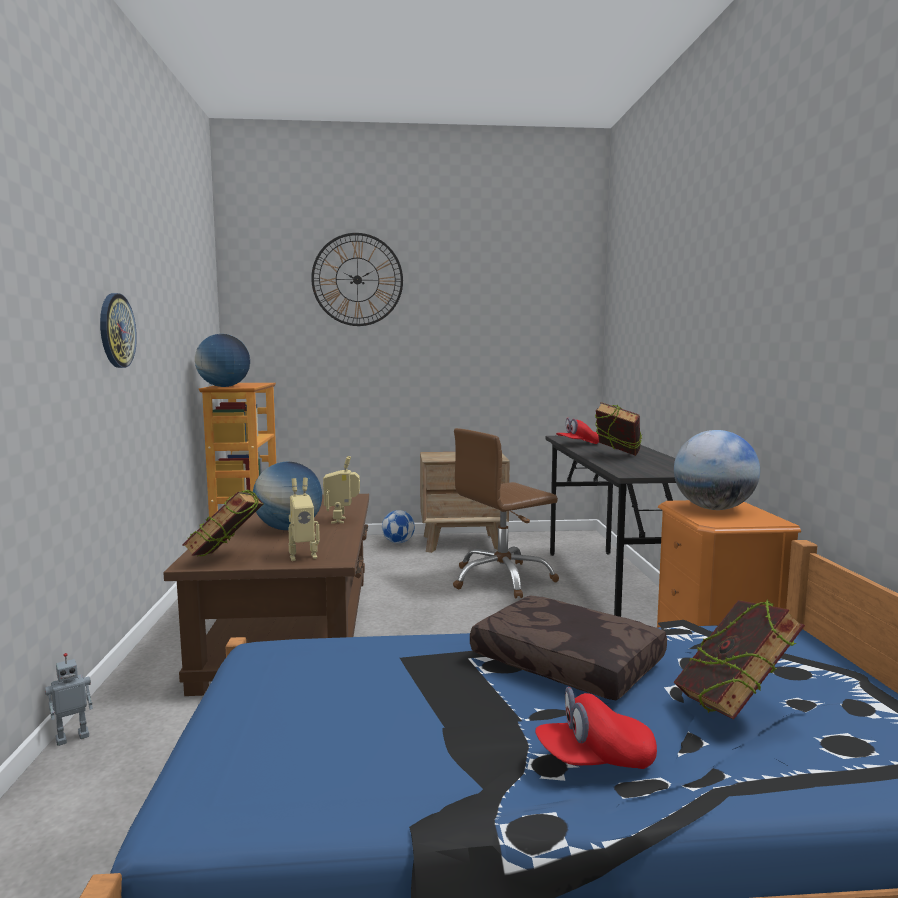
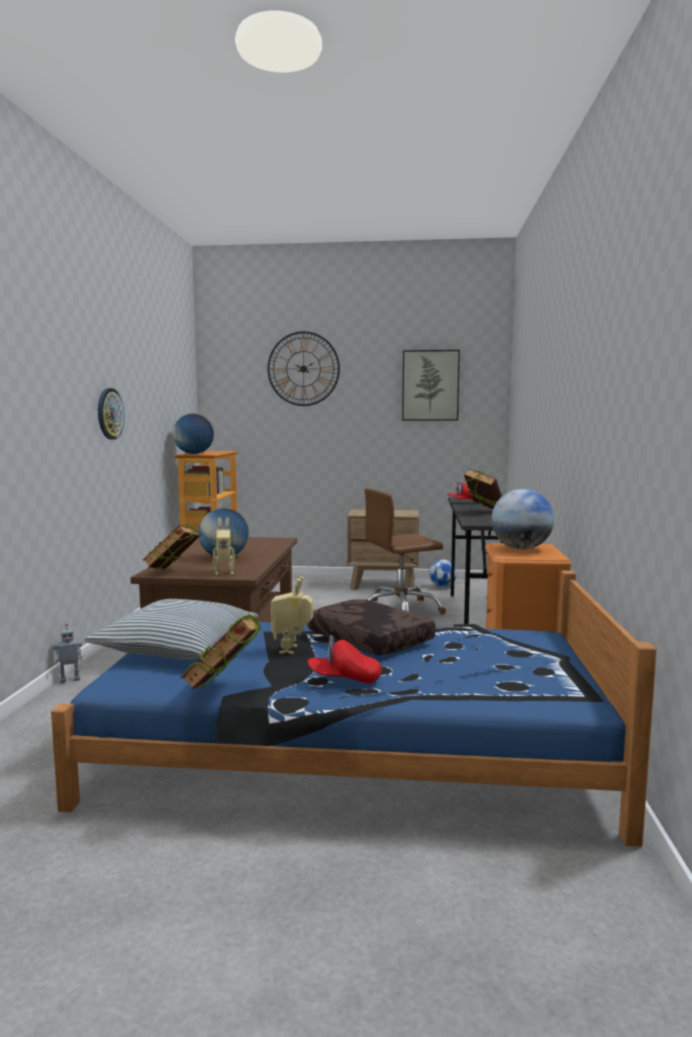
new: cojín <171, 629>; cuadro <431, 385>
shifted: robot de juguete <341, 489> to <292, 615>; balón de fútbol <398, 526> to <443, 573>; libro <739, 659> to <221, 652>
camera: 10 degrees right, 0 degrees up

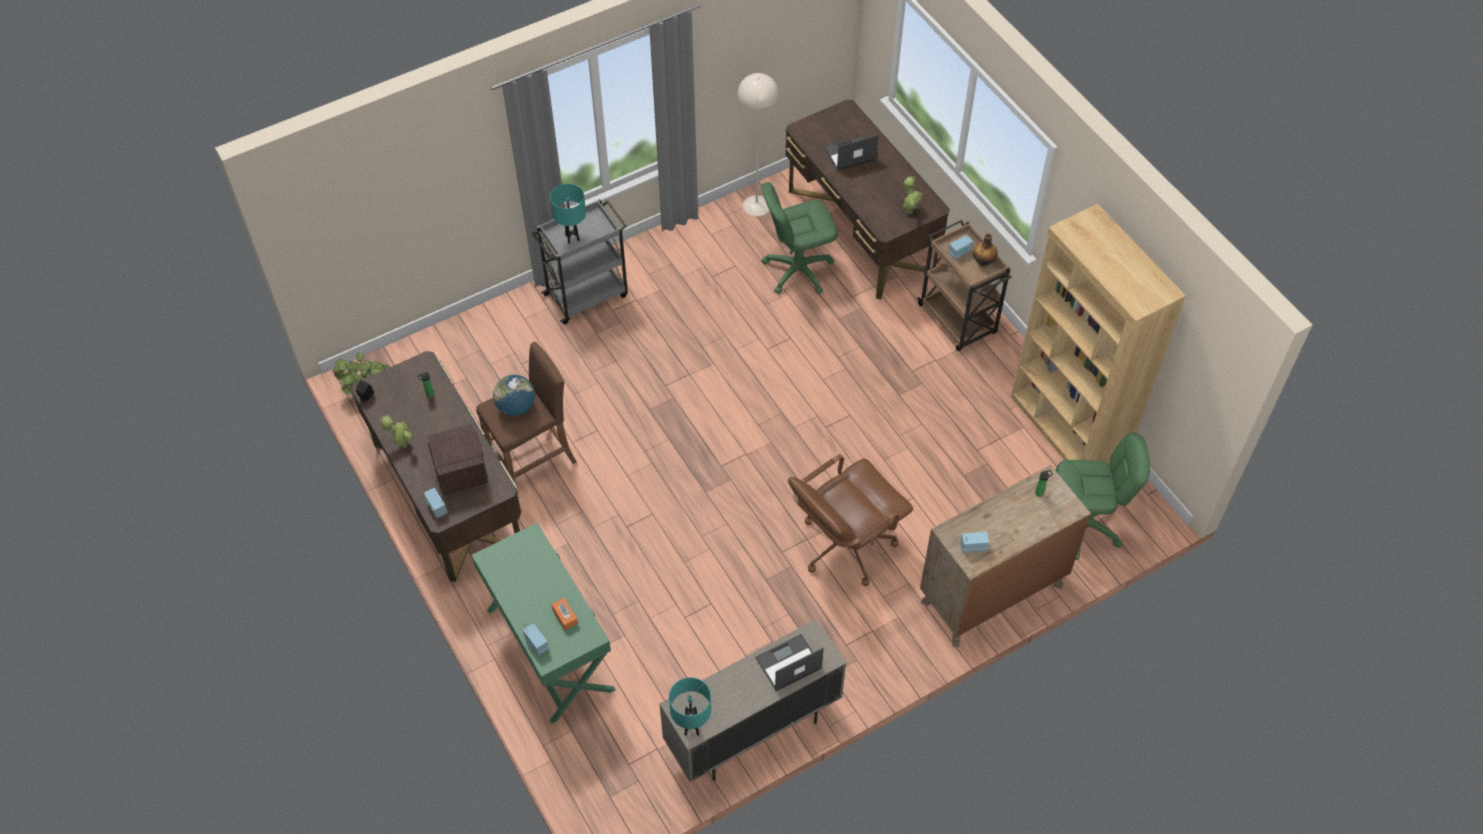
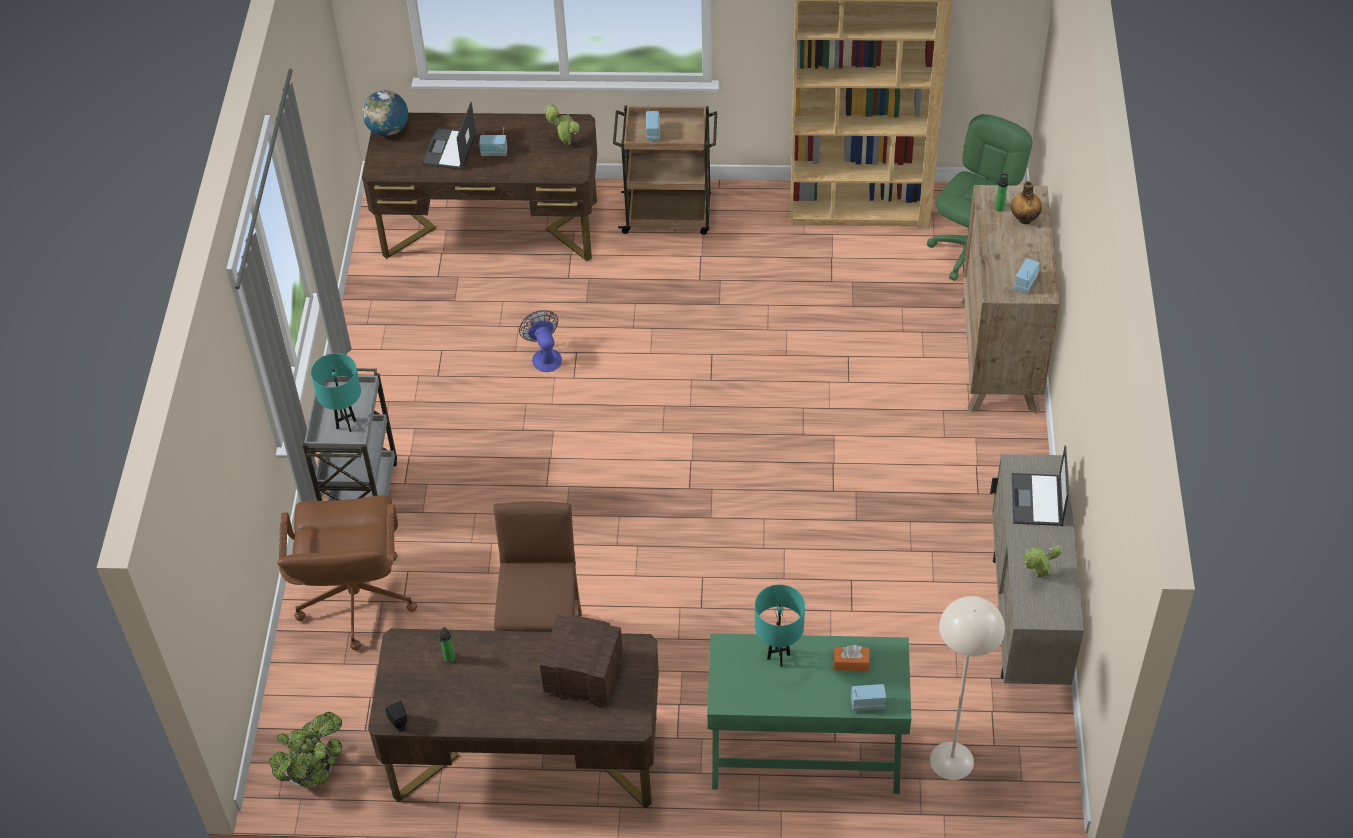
gone: silla de oficina/verde <799, 238>
new: ventilador <540, 341>
shifted: planta en maceta <396, 431> to <1043, 561>; radio <435, 503> to <493, 141>; globo terráqueo <514, 395> to <385, 113>; lámpara de mesa/turquesa <690, 706> to <780, 625>; lámpara de pie/beis <758, 144> to <967, 688>; silla de oficina/marrón <850, 520> to <347, 573>; botella <985, 249> to <1026, 202>
camera: 55 degrees left, 5 degrees down

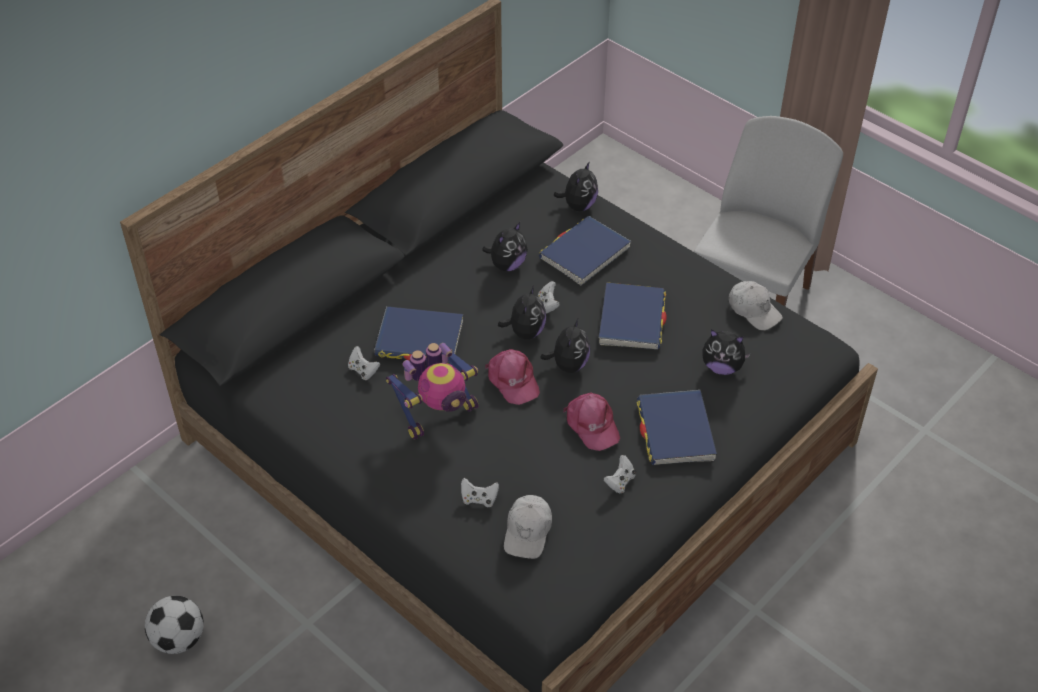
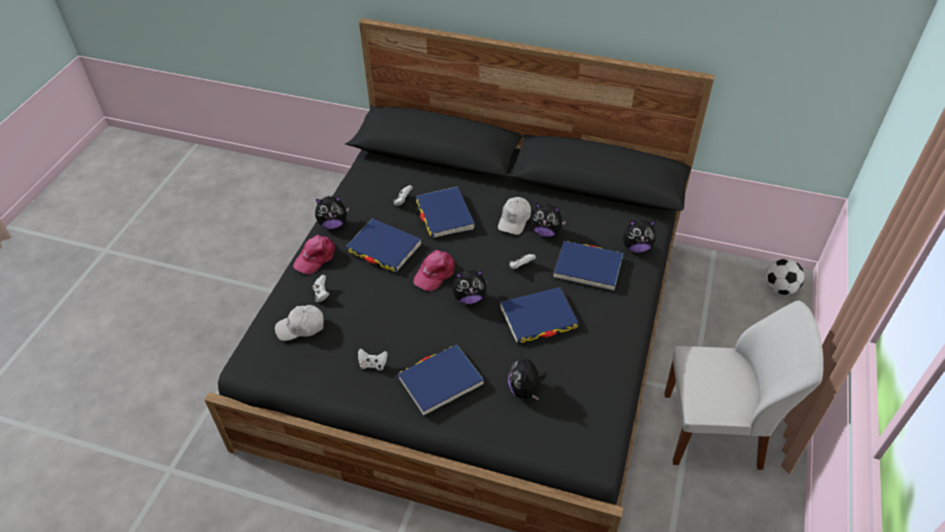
shifted: balón de fútbol <174, 625> to <785, 277>; peluche <522, 313> to <332, 212>; gorra/rosa <591, 422> to <314, 254>; gorra/blanco <756, 306> to <514, 216>
swapped: robot de juguete <432, 391> to libro/azul <383, 245>
camera: 65 degrees right, 0 degrees up

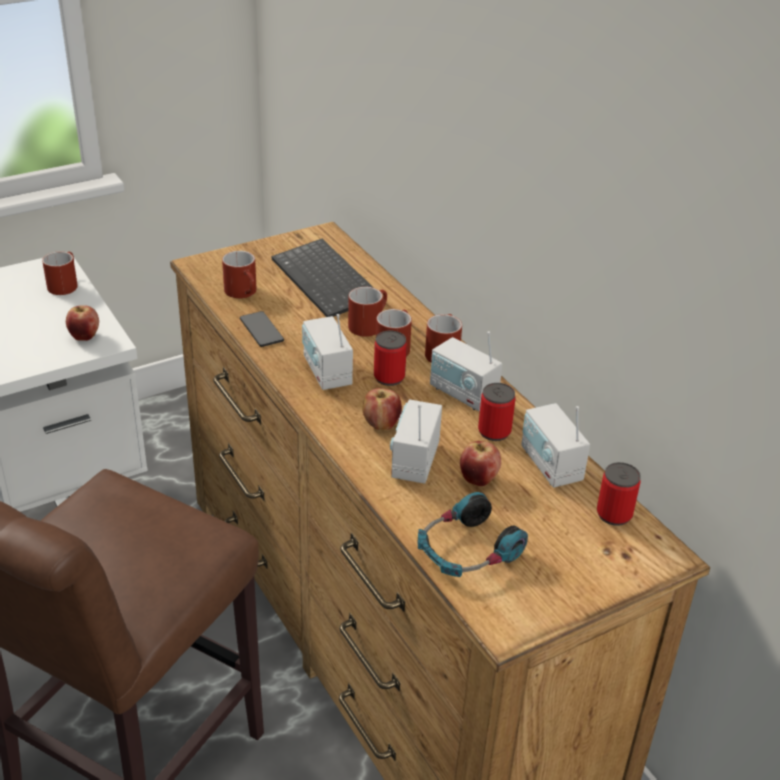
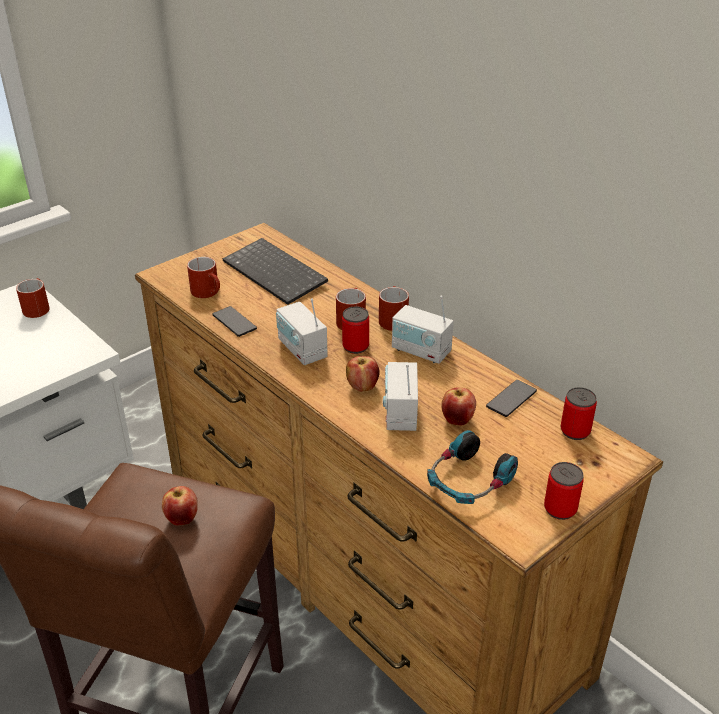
gone: taza grande/rojo <367, 312>
shifted: manzana <82, 323> to <180, 505>; lata <496, 412> to <564, 491>
swapped: radio <555, 445> to móvil <511, 398>
camera: 10 degrees left, 0 degrees up

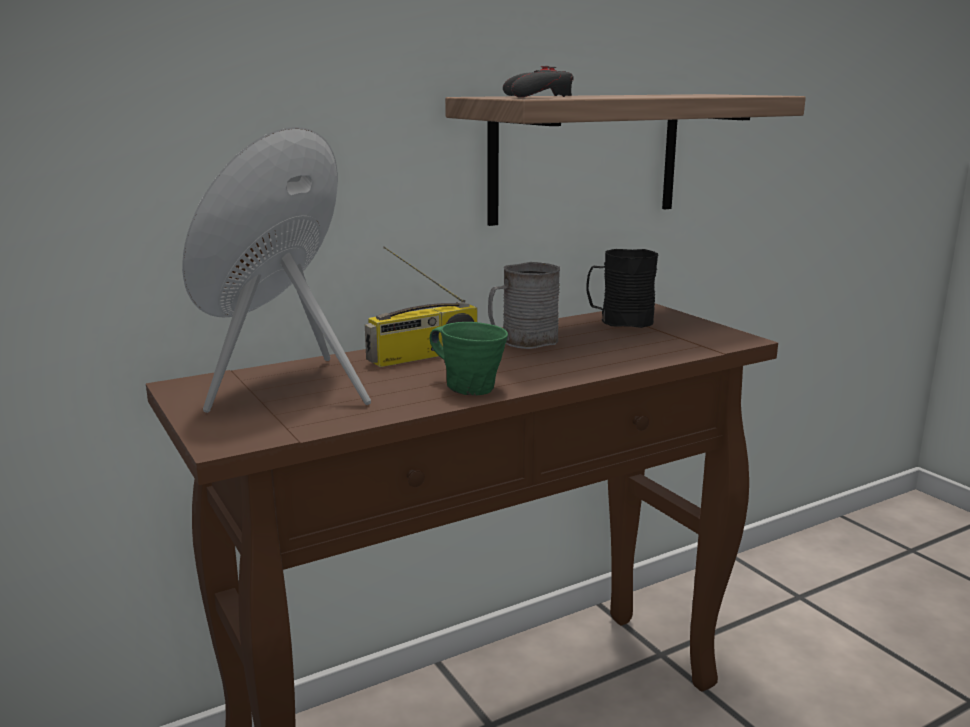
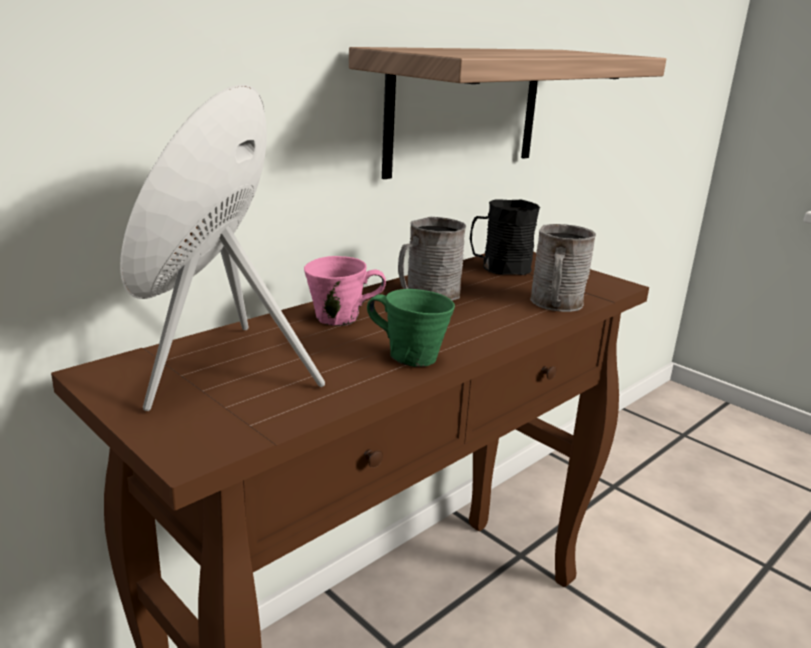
gone: mando de consola/gris <538, 81>
new: taza grande/gris <563, 268>
swapped: radio <421, 306> to taza grande/rosa <345, 291>
camera: 15 degrees left, 5 degrees up

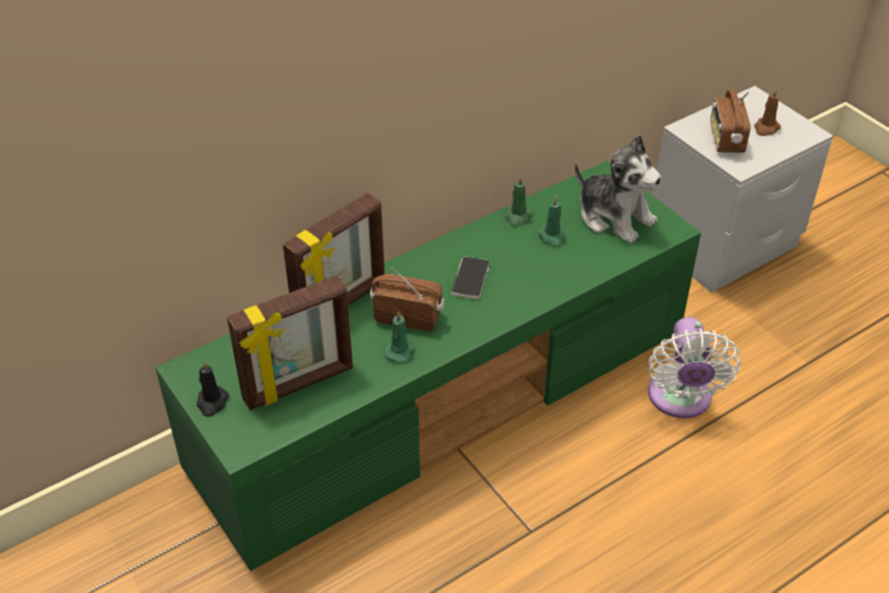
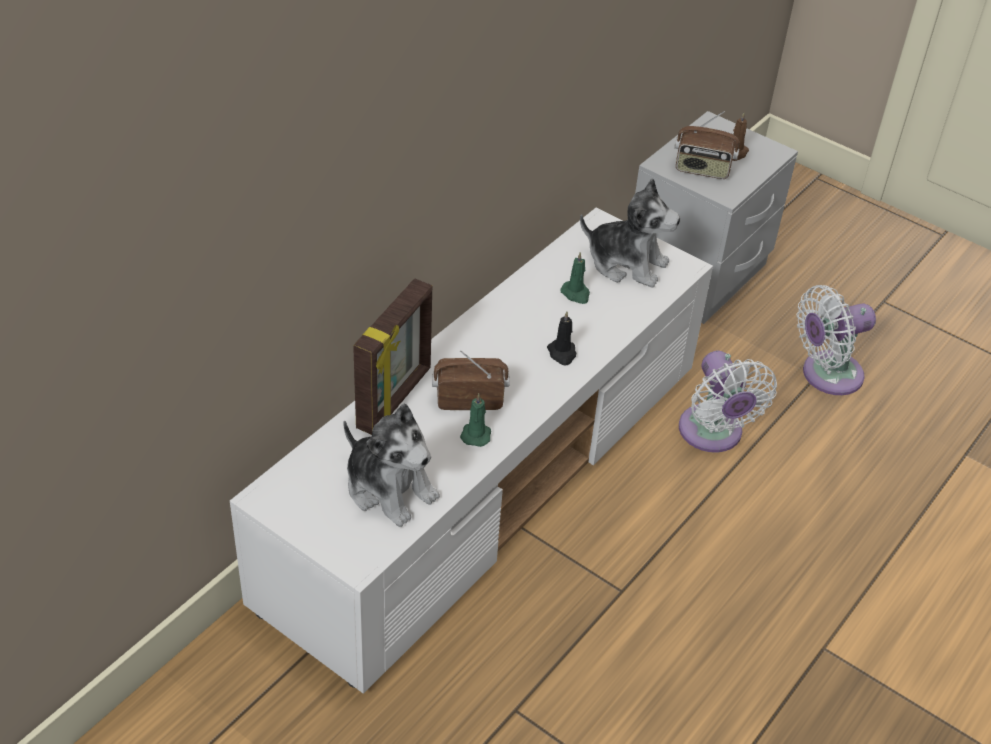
gone: móvil <470, 277>; vela/verde <518, 201>
new: ventilador/blanco <836, 340>
shifted: vela/negro <213, 389> to <561, 338>
swapped: portarretratos <290, 342> to peluche <392, 465>
repainted: mueble de televisión/verde <428, 365> to mueble de televisión/blanco <471, 450>
rotated: radio <730, 121> = <706, 145> 60 degrees counterclockwise
camera: 20 degrees left, 0 degrees up

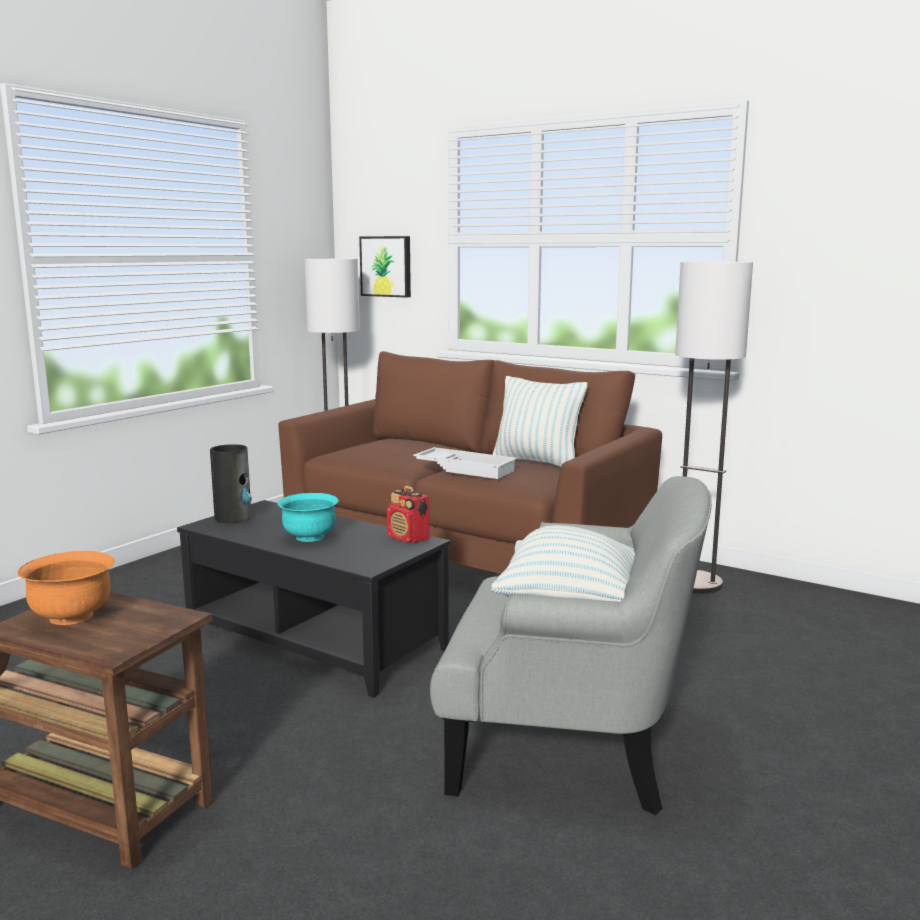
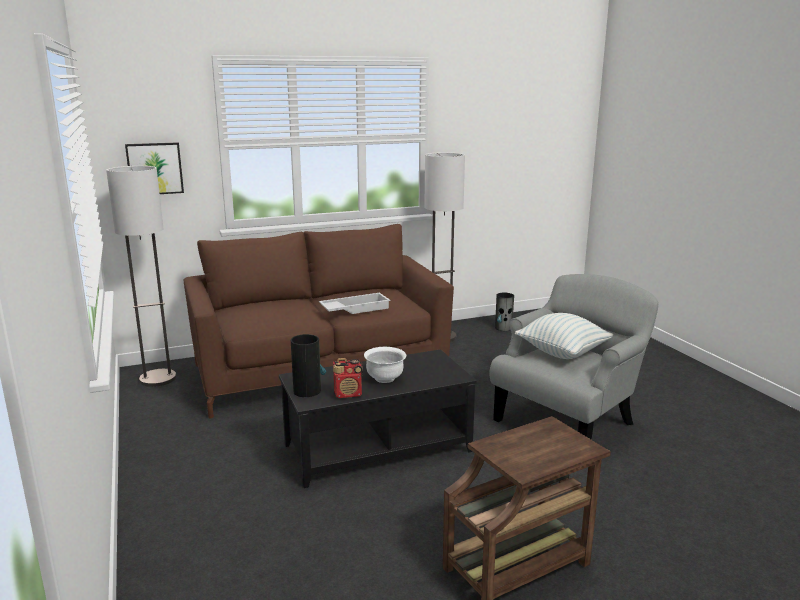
gone: cuenco/naranja <66, 588>; cojín <540, 421>
new: florero <504, 312>
shifted: radio <408, 514> to <348, 378>
repainted: cuenco/turquesa <308, 517> to cuenco/blanco <385, 365>
camera: 55 degrees left, 5 degrees up

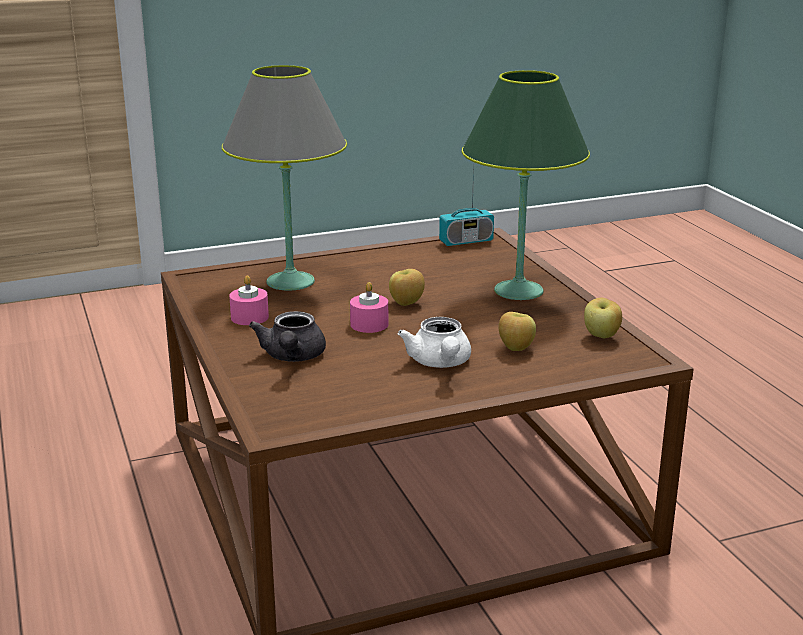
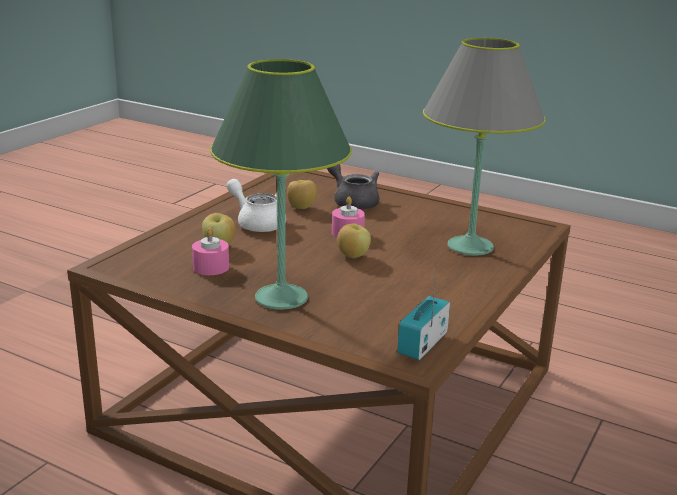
shifted: vela/rosa <249, 300> to <210, 251>; manzana <603, 318> to <302, 194>
camera: 140 degrees right, 0 degrees up

